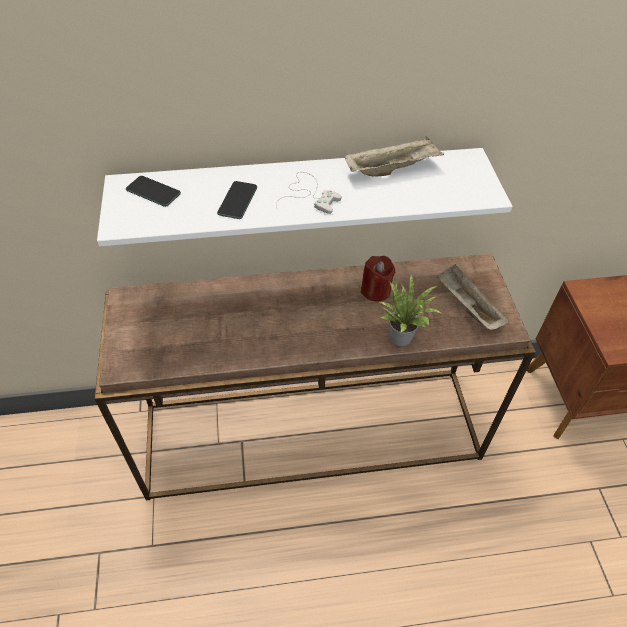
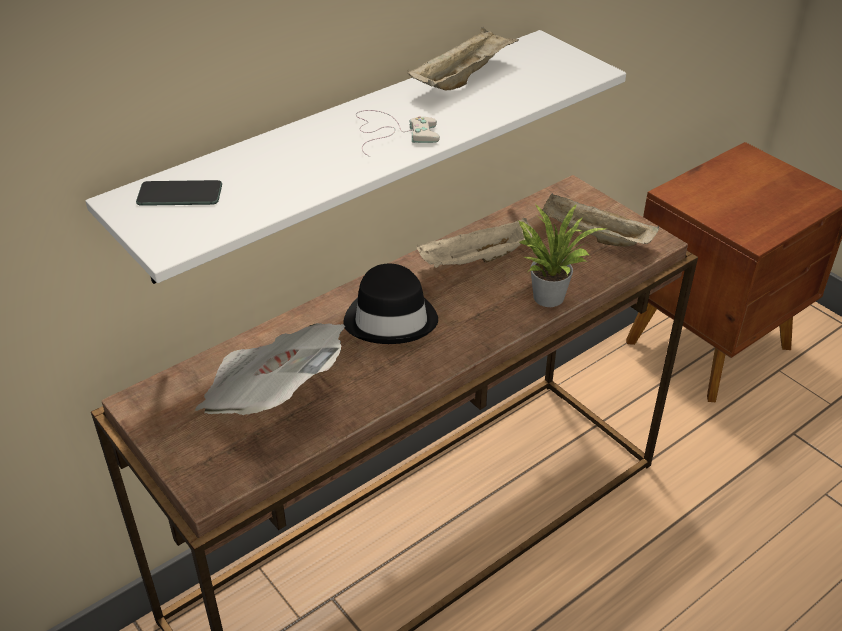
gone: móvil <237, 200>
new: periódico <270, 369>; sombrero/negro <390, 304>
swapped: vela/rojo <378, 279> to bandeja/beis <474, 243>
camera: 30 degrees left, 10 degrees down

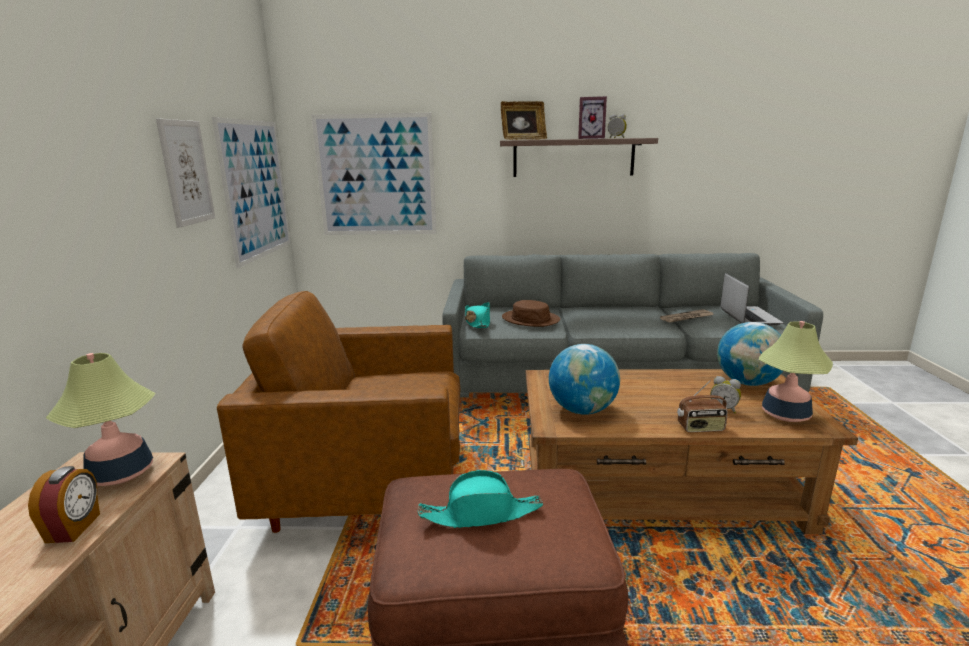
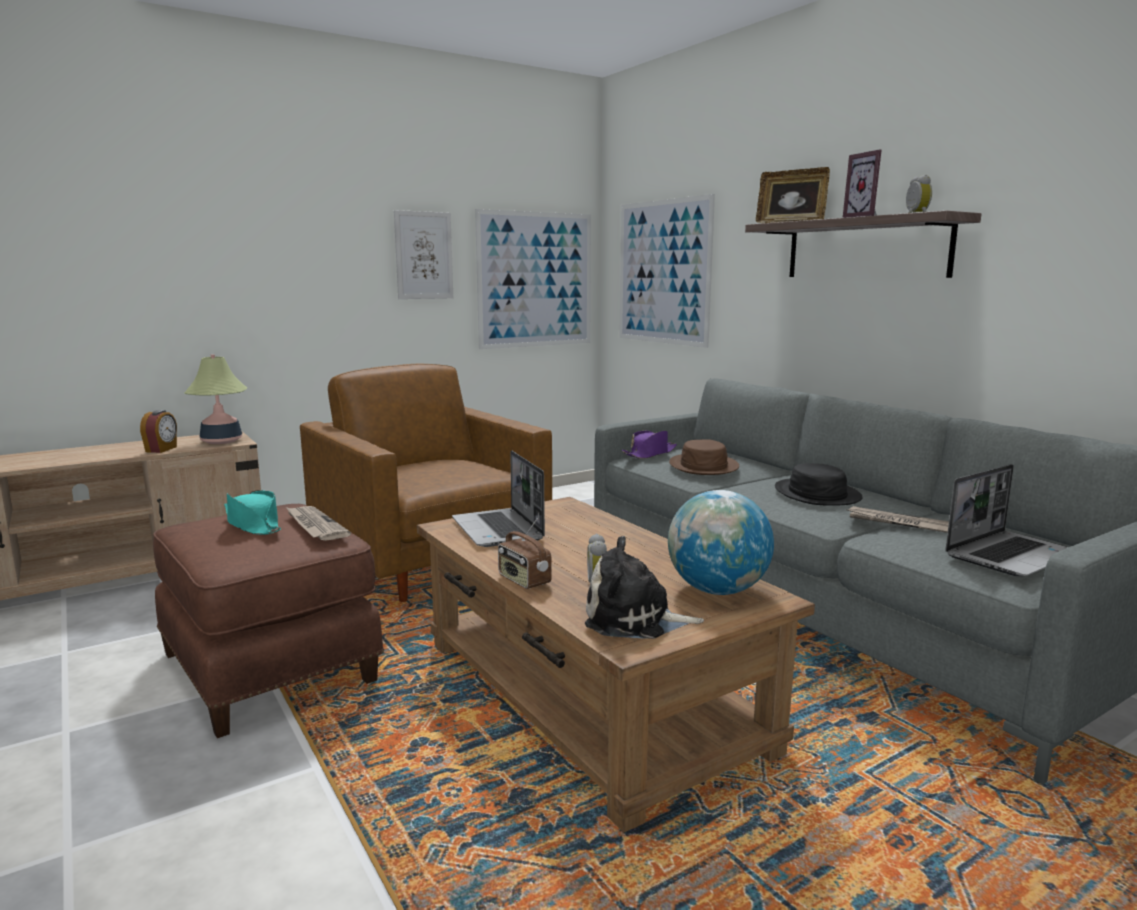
new: periódico <318, 523>; sombrero/negro <819, 484>
swapped: globo terráqueo <584, 379> to portátil <498, 499>; lámpara de mesa <796, 371> to peluche <644, 587>
repainted: sombrero/turquesa <477, 315> to sombrero/morado <649, 445>
rotated: despertador <64, 504> = <158, 431> 45 degrees counterclockwise
camera: 55 degrees right, 5 degrees down

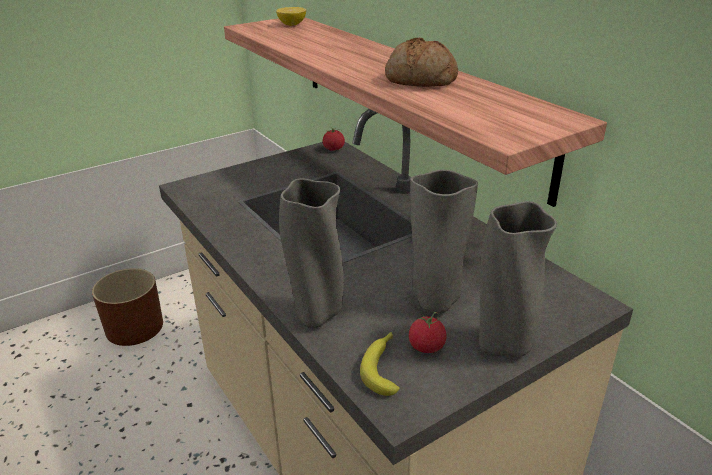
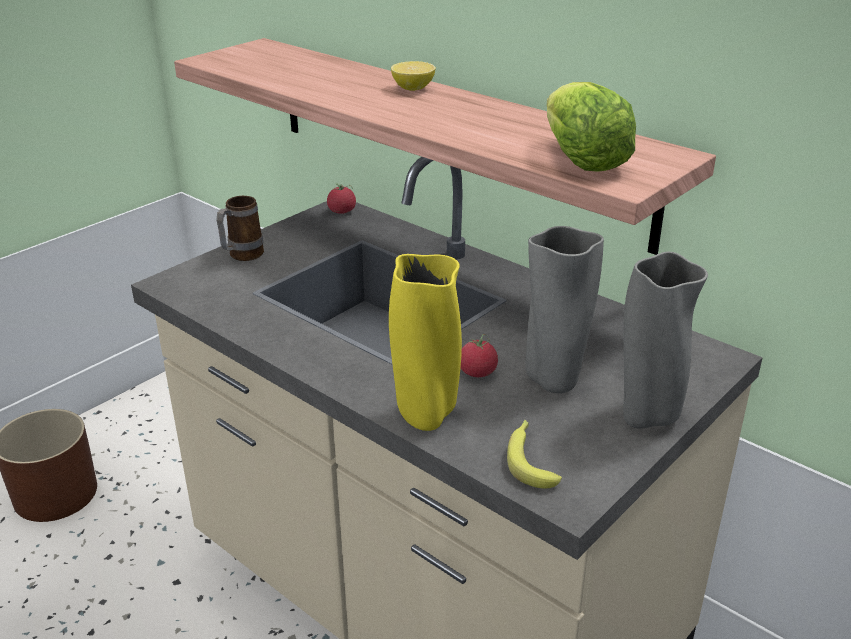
gone: pan <421, 62>
new: taza grande <240, 228>; lechuga <591, 127>
shifted: limón <291, 16> to <413, 76>; tomate <427, 332> to <479, 355>
repainted: florero/gris <311, 253> to florero/amarillo <425, 342>
camera: 15 degrees left, 0 degrees up

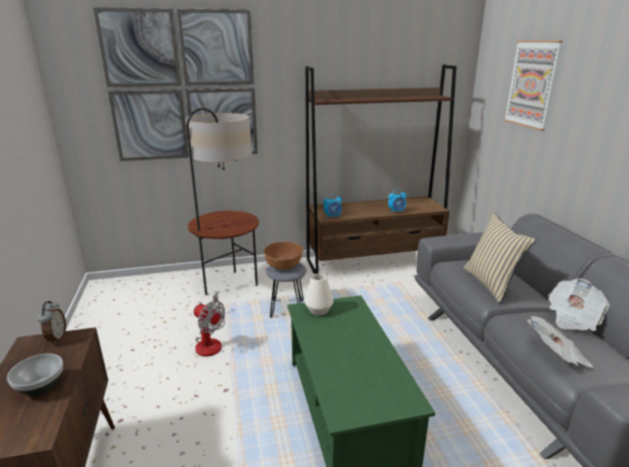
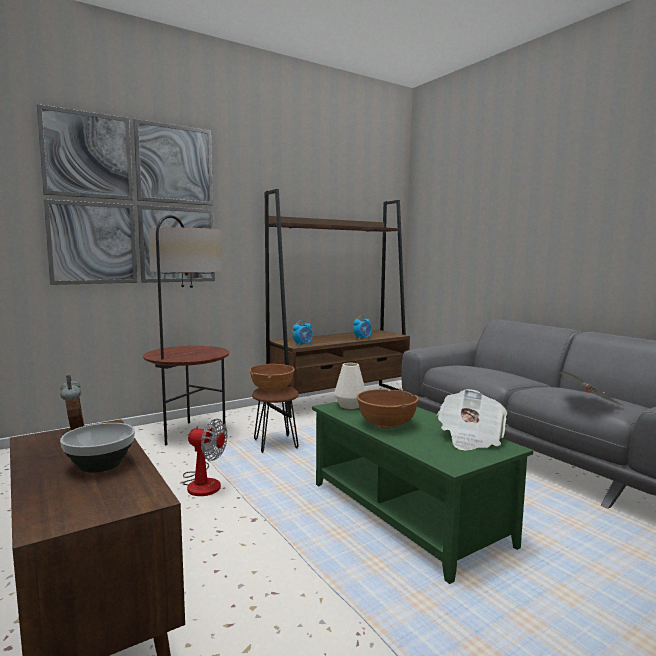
gone: cojín/beis <500, 258>; cuadro <533, 86>
new: cuenco/marrón <388, 409>
shifted: periódico <579, 304> to <472, 419>
repainted: taburete/gris <286, 290> to taburete/marrón <275, 419>
camera: 20 degrees left, 15 degrees down

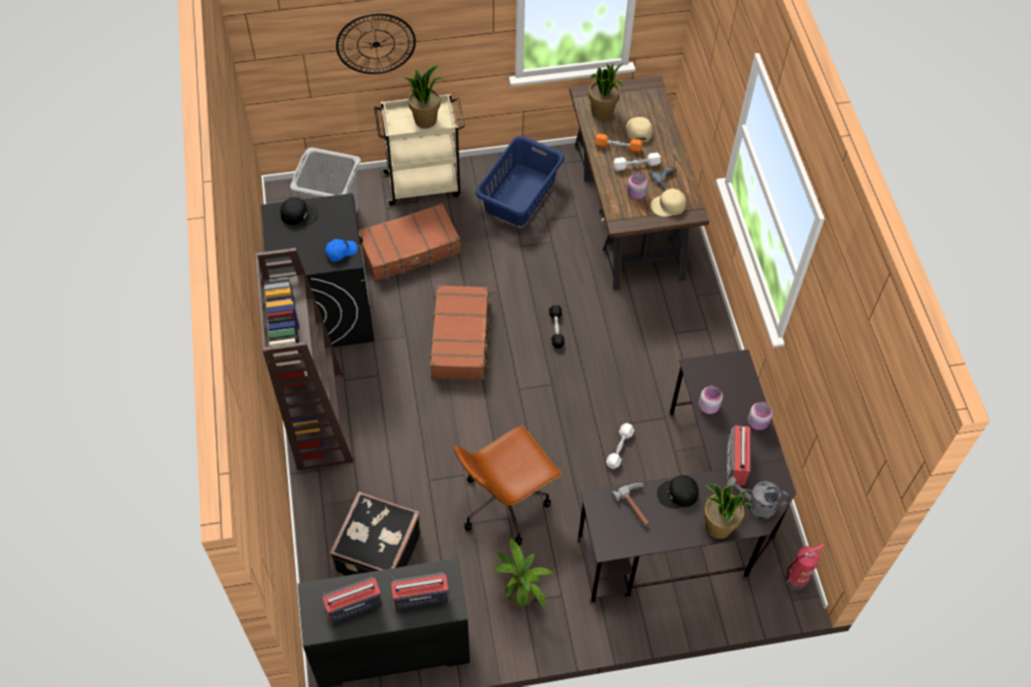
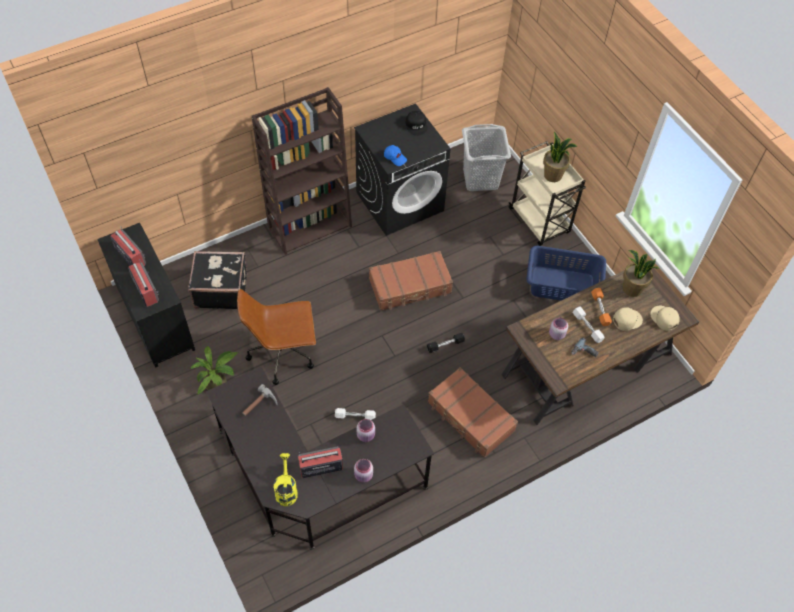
gone: reloj de pared <376, 43>; gorra/negro <678, 492>; planta en maceta <728, 511>; extintor <805, 567>
shifted: maleta/marrón <410, 242> to <473, 412>; gorra/beis <668, 203> to <665, 318>
repainted: regadera/gris <758, 497> to regadera/amarillo <286, 479>
rotated: silla de oficina/marrón <508, 485> = <276, 337> 45 degrees counterclockwise
camera: 70 degrees right, 0 degrees up

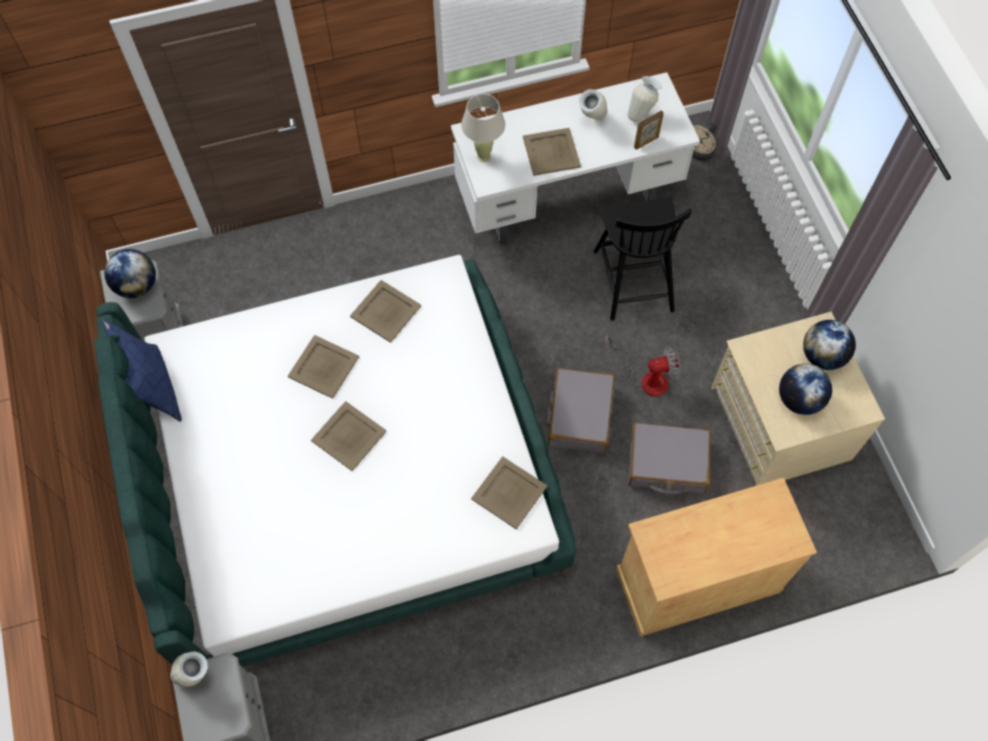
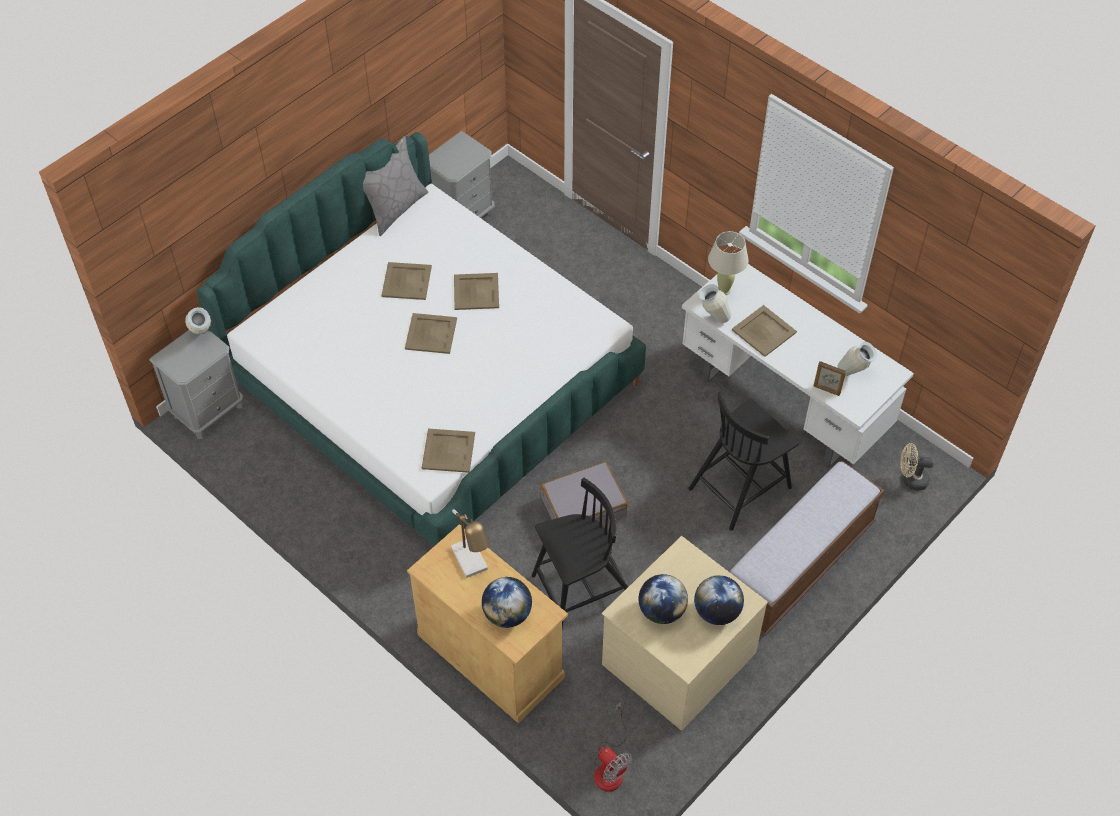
new: lámpara de mesa <470, 543>; banco <807, 548>
shifted: globo terráqueo <130, 273> to <507, 602>; bandeja/beis <385, 311> to <406, 281>; florero <593, 104> to <715, 303>; ventilador <642, 366> to <613, 747>
swapped: maleta/gris <669, 458> to silla/negro <580, 553>
repainted: cojín/azul <142, 370> to cojín/gris <395, 186>
camera: 60 degrees right, 10 degrees down

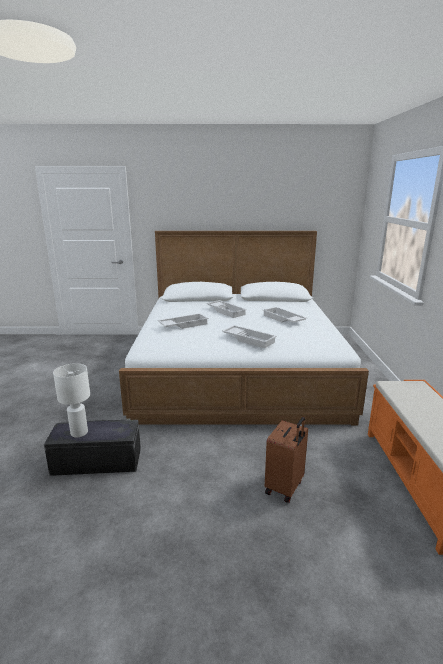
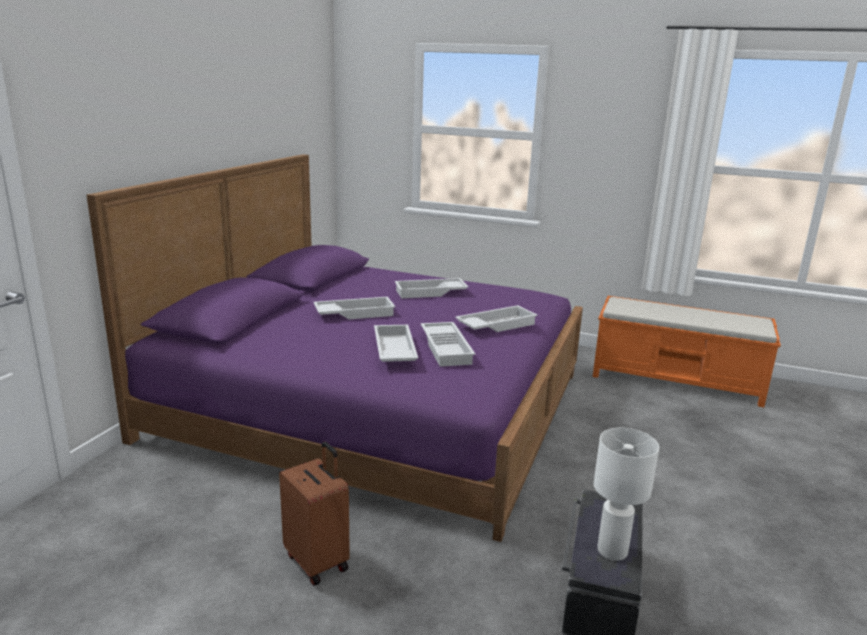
new: bandeja/blanco <448, 344>
shifted: maleta/marrón <286, 460> to <314, 513>
repainted: cama/blanco <244, 328> to cama/morado <335, 348>
camera: 70 degrees left, 0 degrees up

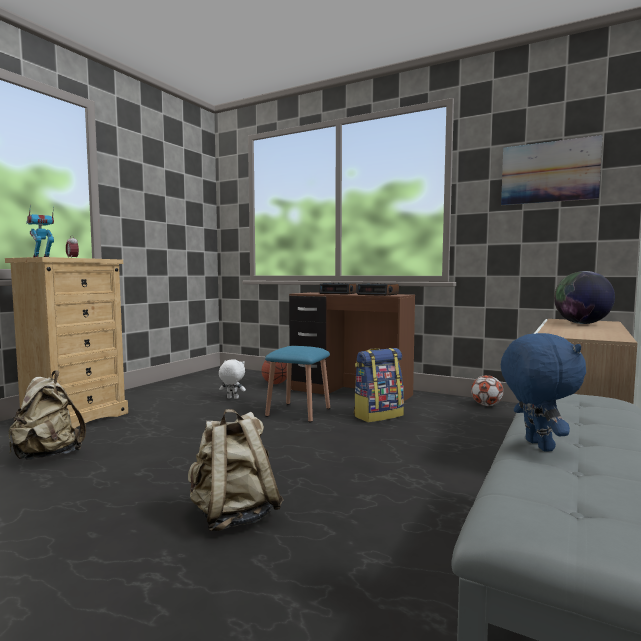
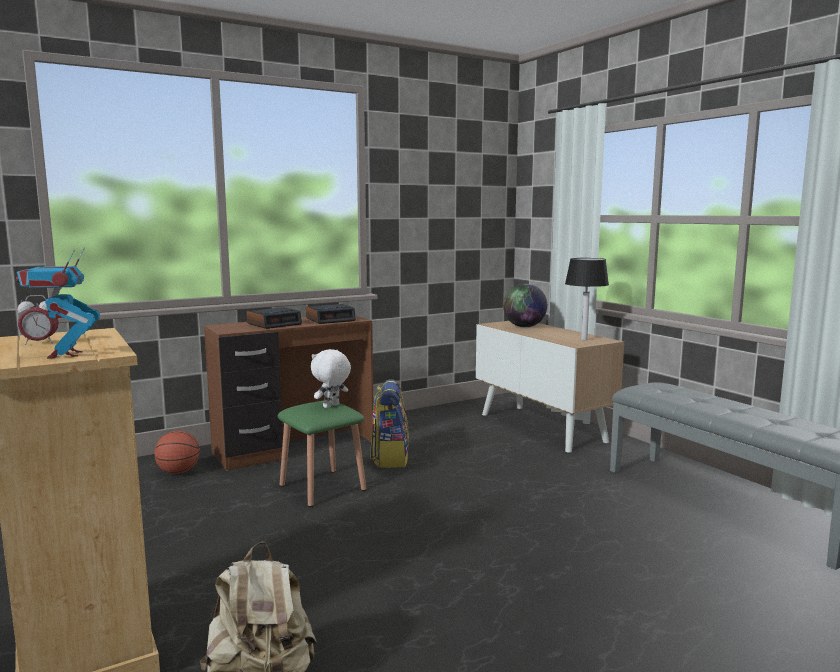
gone: mochila/beis <236, 470>; balón de fútbol <487, 390>; cuadro <551, 170>; peluche/azul <543, 392>
new: lámpara de mesa <587, 299>
shifted: peluche/blanco <232, 379> to <331, 378>
repainted: taburete/azul <297, 384> to taburete/verde <322, 454>
camera: 60 degrees left, 5 degrees up

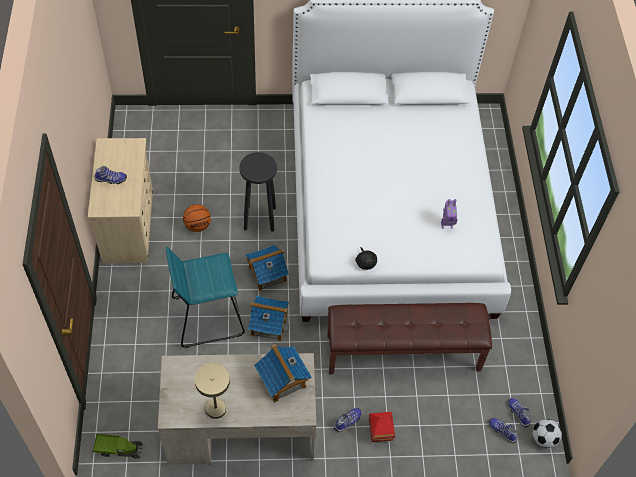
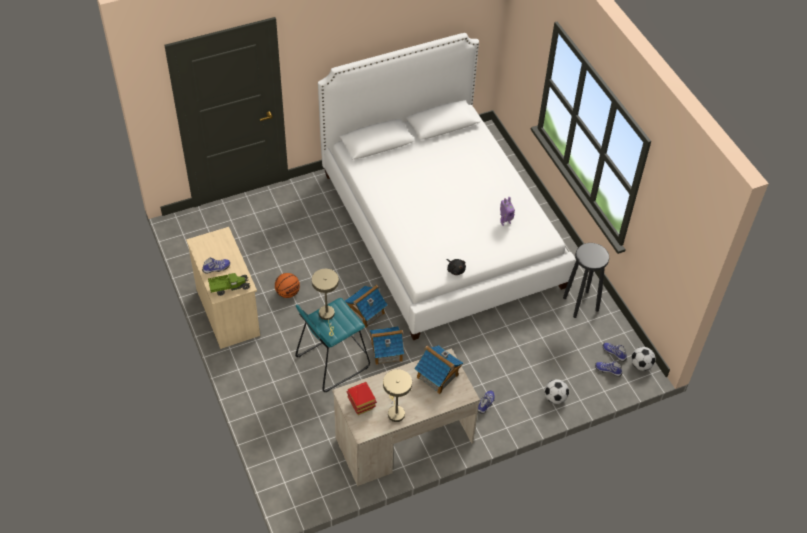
gone: banco/marrón <409, 338>
new: lámpara de mesa/beis <325, 302>; balón de fútbol <556, 391>
shifted: camión de juguete <118, 446> to <229, 284>; taburete/negro <258, 192> to <586, 280>; casita <382, 427> to <362, 398>
camera: 20 degrees left, 5 degrees down

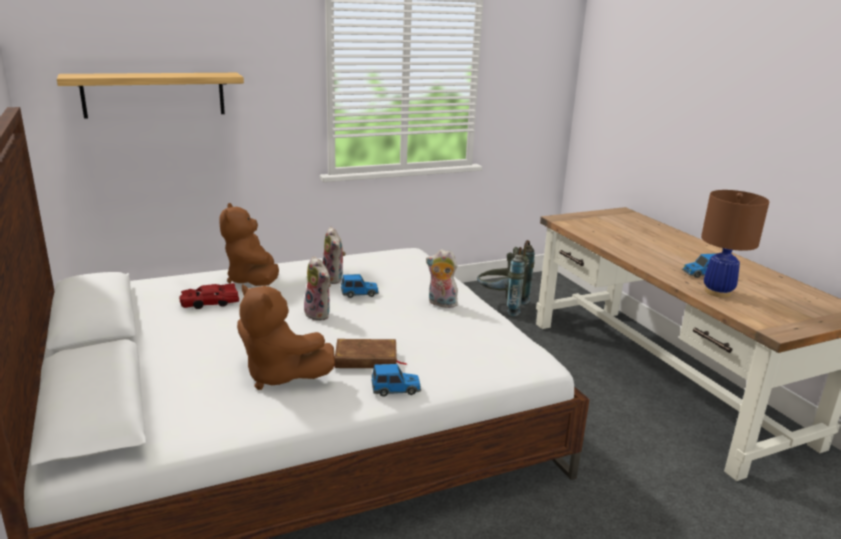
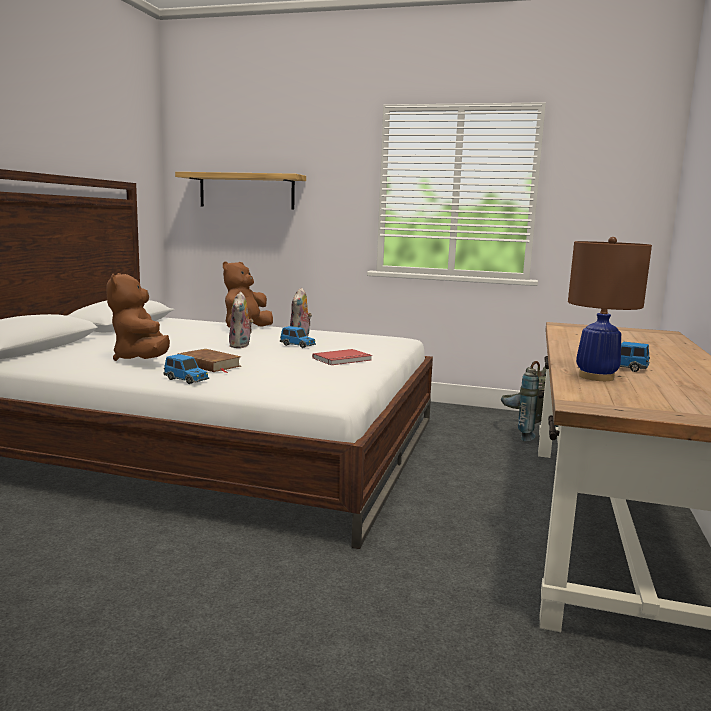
gone: coche de juguete/rojo <209, 296>
swapped: peluche <442, 278> to libro/rojo <342, 357>
camera: 40 degrees right, 10 degrees down

